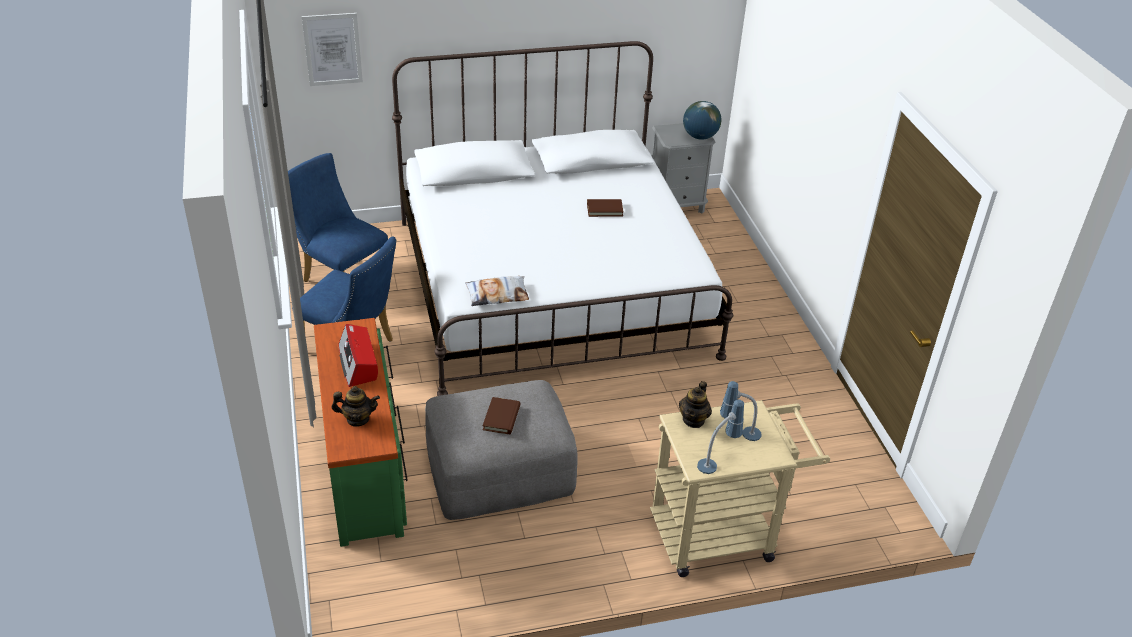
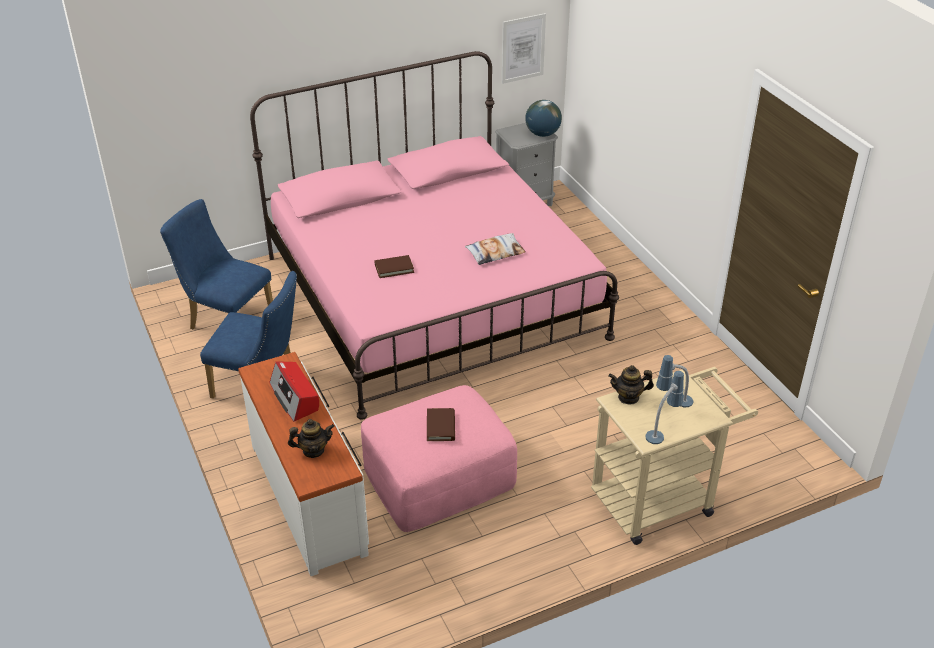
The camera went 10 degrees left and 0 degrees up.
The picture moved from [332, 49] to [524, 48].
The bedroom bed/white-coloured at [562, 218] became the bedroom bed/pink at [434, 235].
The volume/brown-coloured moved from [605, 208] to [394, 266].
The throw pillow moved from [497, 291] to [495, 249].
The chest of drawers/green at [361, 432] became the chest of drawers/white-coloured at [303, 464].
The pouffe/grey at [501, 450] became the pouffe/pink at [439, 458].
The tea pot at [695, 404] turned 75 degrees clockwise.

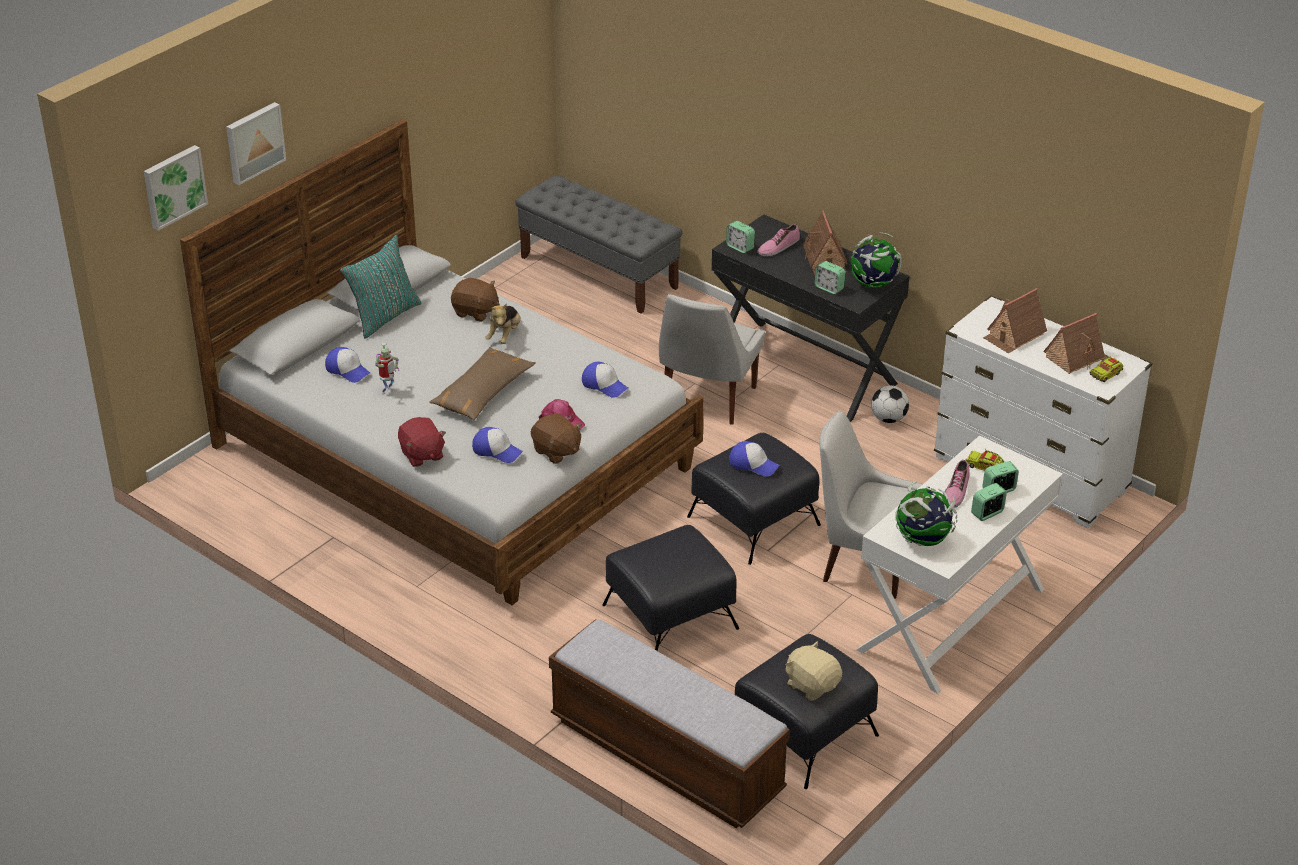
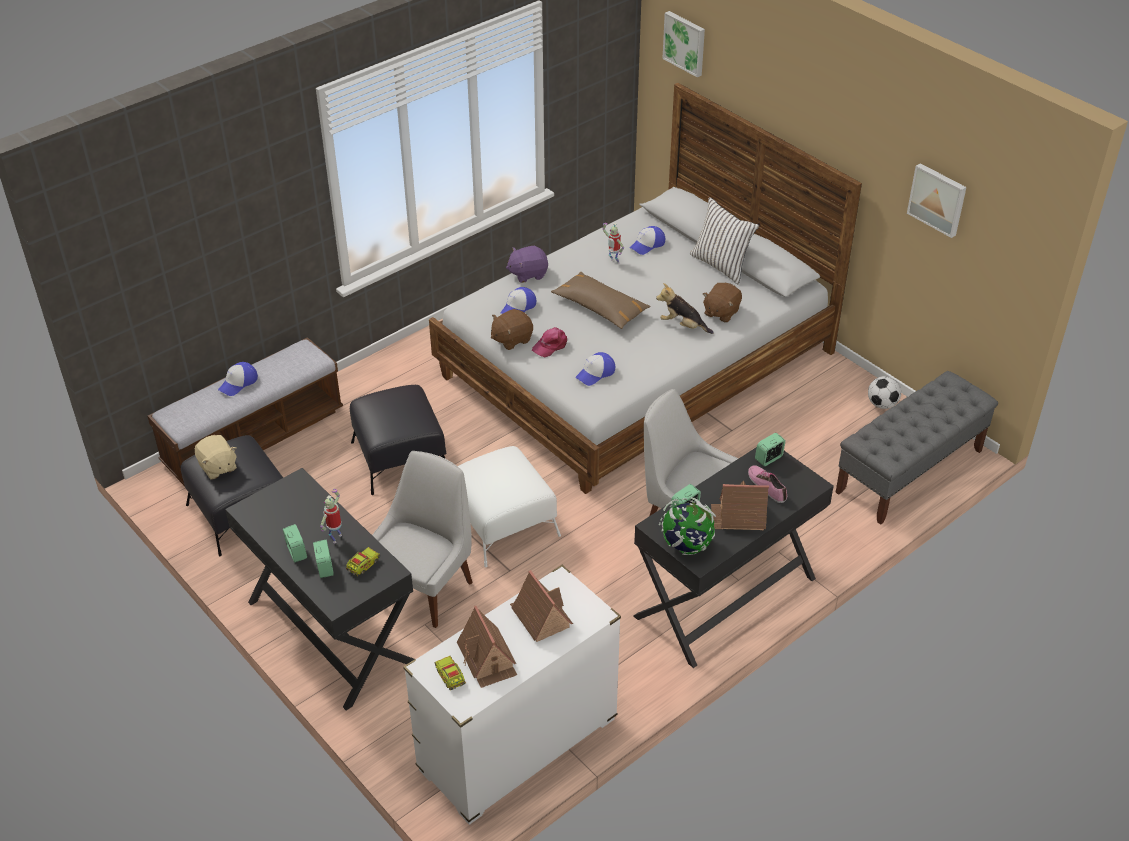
The camera went 100 degrees right and 5 degrees up.
The picture moved from [256, 143] to [936, 200].
The throw pillow/turquoise at [381, 287] became the throw pillow/white-coloured at [724, 241].
The football ball moved from [890, 404] to [884, 392].
The soft toy/red-coloured at [422, 442] became the soft toy/purplish at [527, 264].
The pouffe/blackish at [754, 499] became the pouffe/white-coloured at [509, 507].
The desk table/white-coloured at [959, 564] became the desk table/blackish at [319, 589].
The peaked cap moved from [754, 459] to [238, 379].
The low shoe at [956, 484] was replaced by the toy robot at [331, 516].
The desk globe at [926, 513] disappeared.
The soft toy/sand-coloured at [814, 671] turned 90 degrees clockwise.

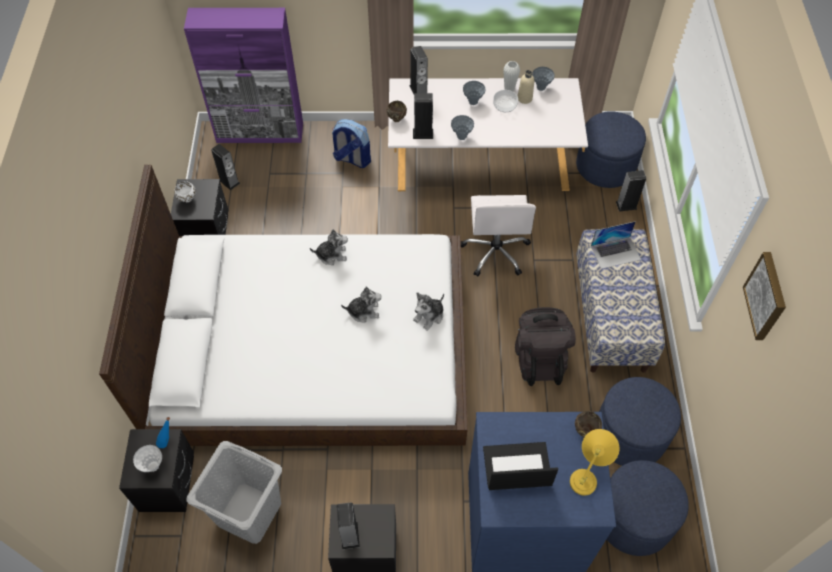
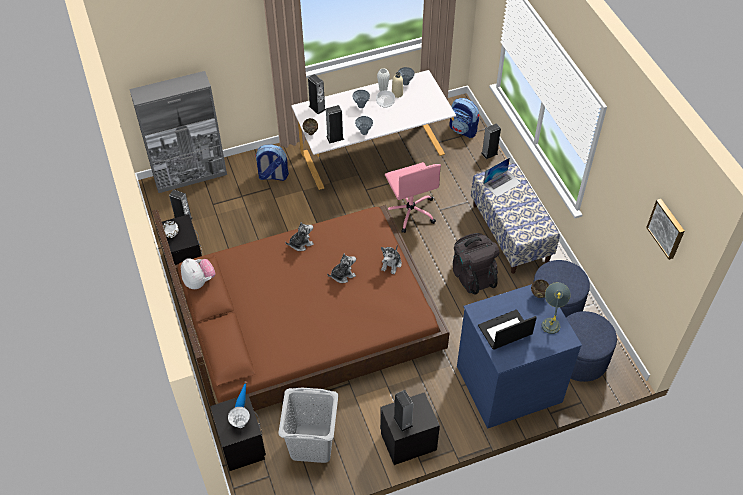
The camera went 20 degrees left and 5 degrees down.
The storage cabinet/purplish at [243, 75] became the storage cabinet/grey at [178, 132].
The pouffe/blue-coloured at [611, 149] was replaced by the knapsack at [464, 118].
The bedroom bed/white-coloured at [283, 305] became the bedroom bed/brown-coloured at [301, 313].
The office chair/white-coloured at [498, 236] became the office chair/pink at [413, 197].
The picture moved from [764, 296] to [665, 229].
The table lamp/yellowish at [595, 462] became the table lamp/grey at [556, 308].
The soft toy at [198, 274] appeared.

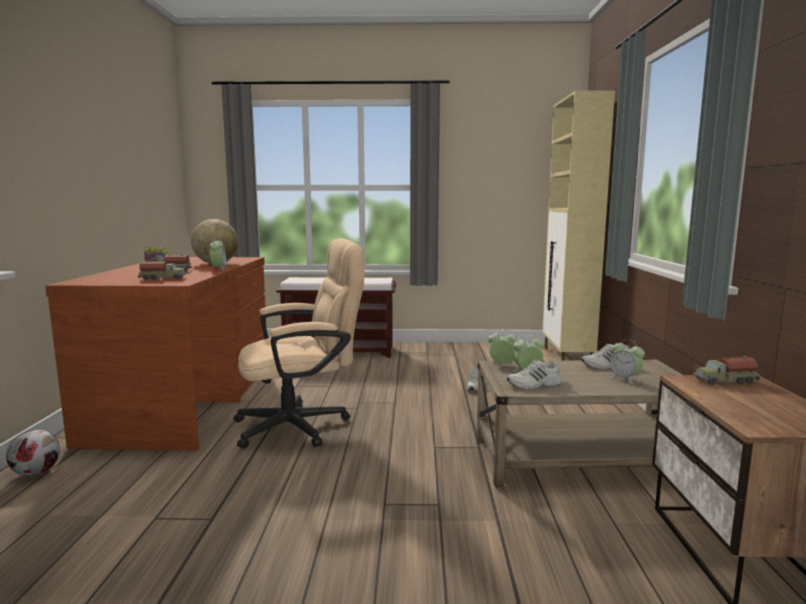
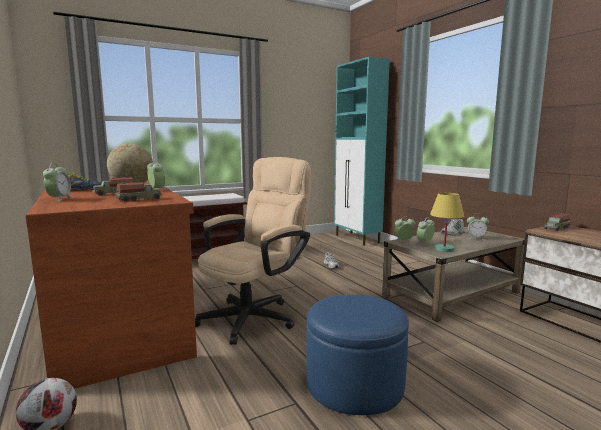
The camera went 30 degrees left and 0 degrees up.
The storage cabinet/sand-coloured at [578, 225] became the storage cabinet/turquoise at [362, 151].
The low shoe/white-coloured at [534, 374] was replaced by the table lamp/yellowish at [447, 222].
The table clock at [58, 182] appeared.
The pouffe/blue-coloured at [357, 355] appeared.

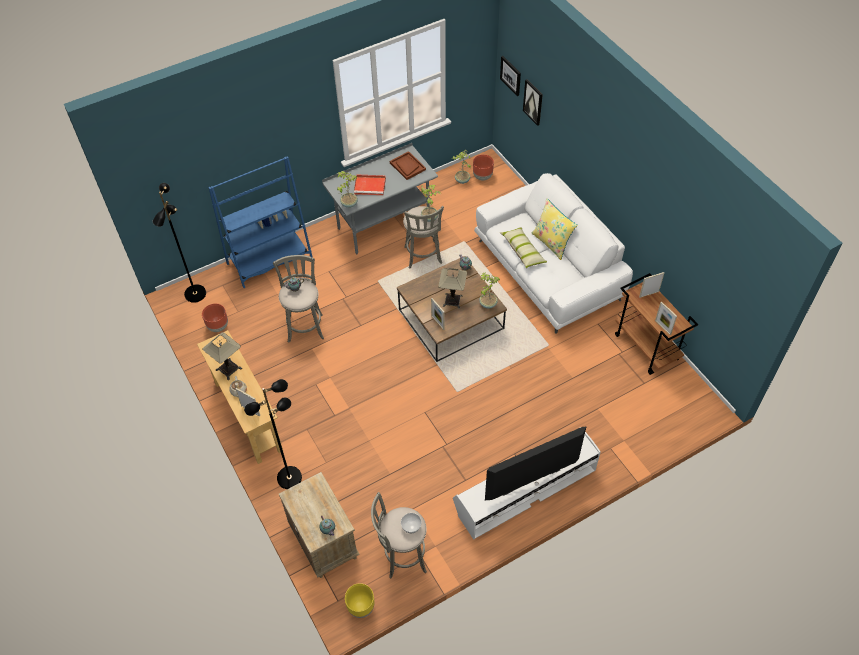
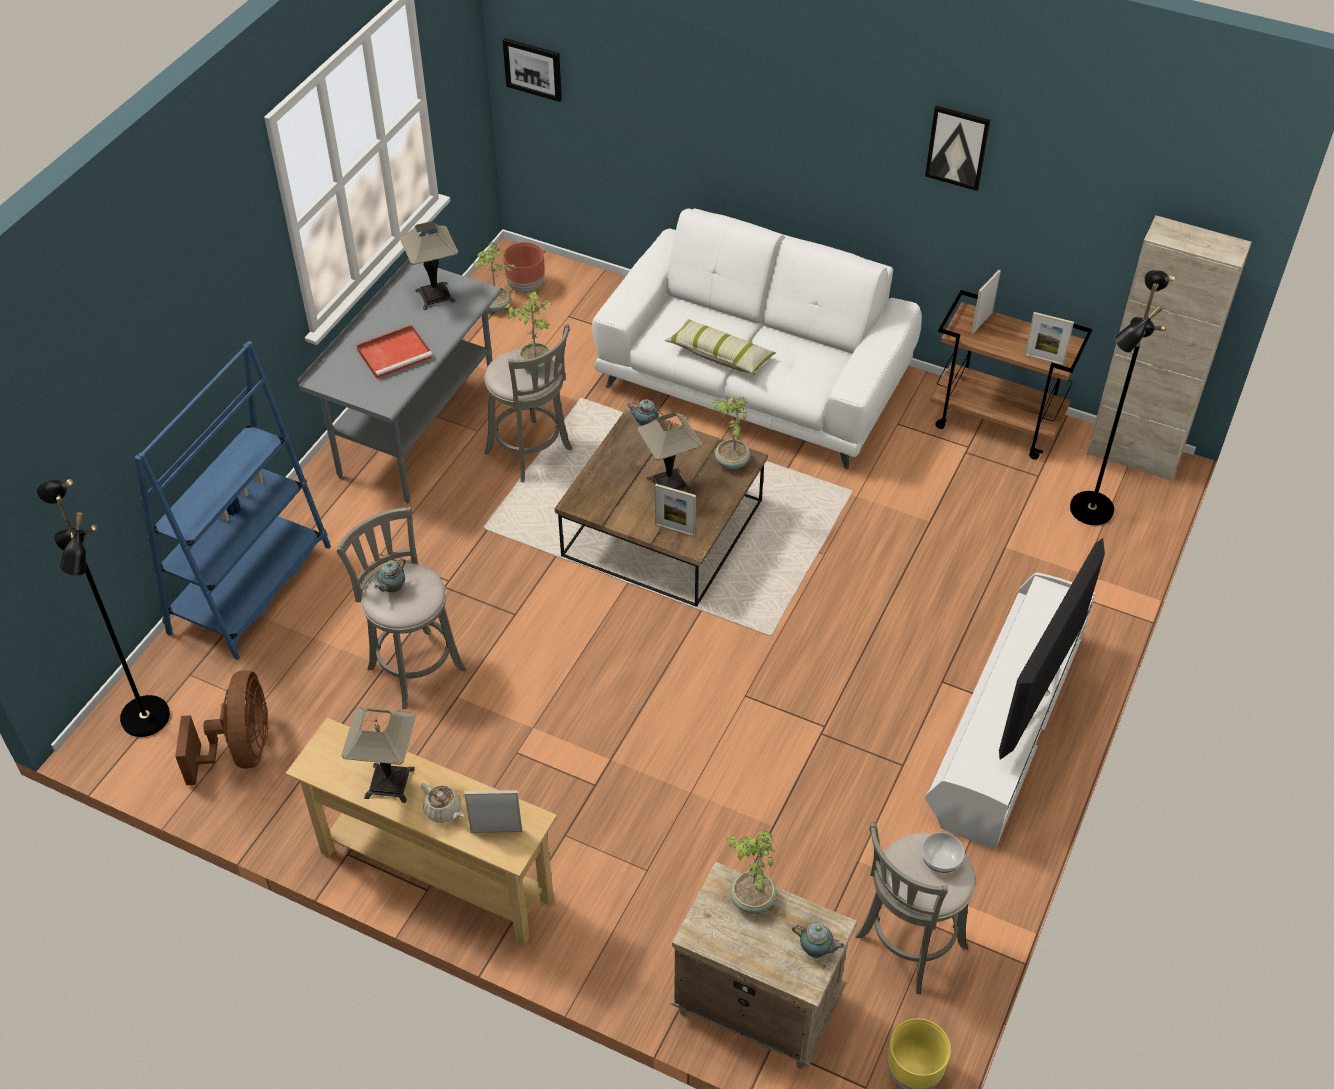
The camera went 35 degrees left and 5 degrees down.
The picture moved from [533, 102] to [958, 148].
The carrying tray/brown-coloured at [408, 165] was replaced by the table lamp at [428, 265].
The plant in a pot moved from [347, 189] to [752, 872].
The throw pillow/yellowish at [555, 229] disappeared.
The flower pot/brown-coloured at [215, 317] was replaced by the cooling fan/brown-coloured at [221, 727].
The standing lamp/blackish moved from [273, 434] to [1122, 397].
The storage cabinet/sand-coloured at [1169, 348] appeared.

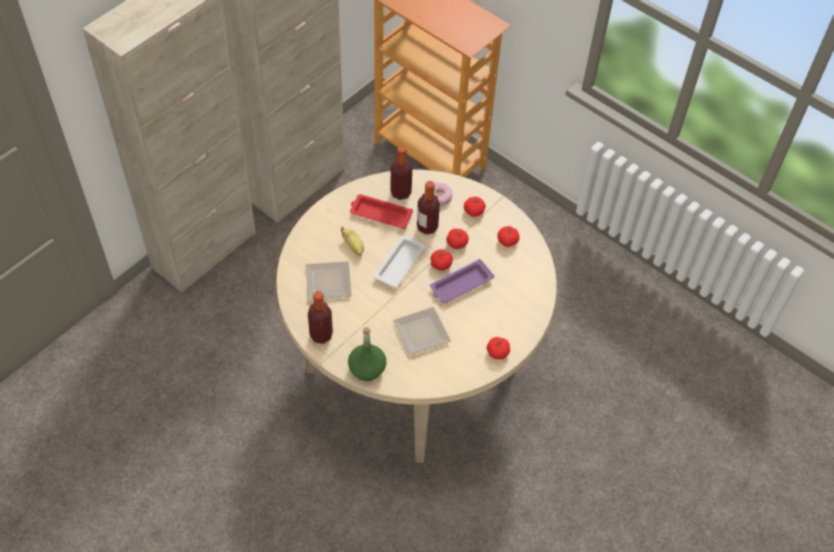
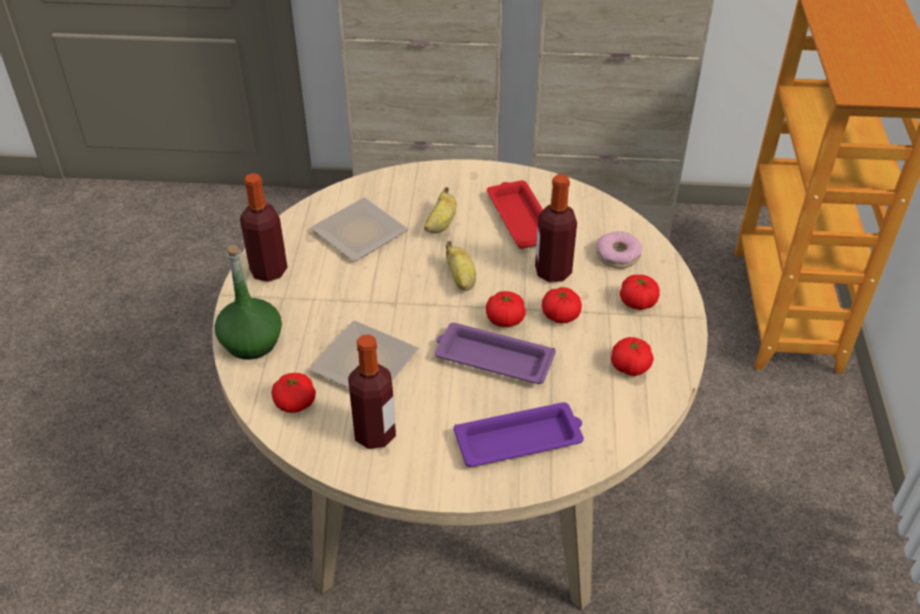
The camera went 55 degrees right and 10 degrees down.
The beverage bottle moved from [401, 173] to [372, 391].
The carrying tray/white-coloured at [399, 262] was replaced by the banana at [461, 266].
The fresh tomato moved from [498, 348] to [293, 393].
The carrying tray/purplish at [518, 434] appeared.

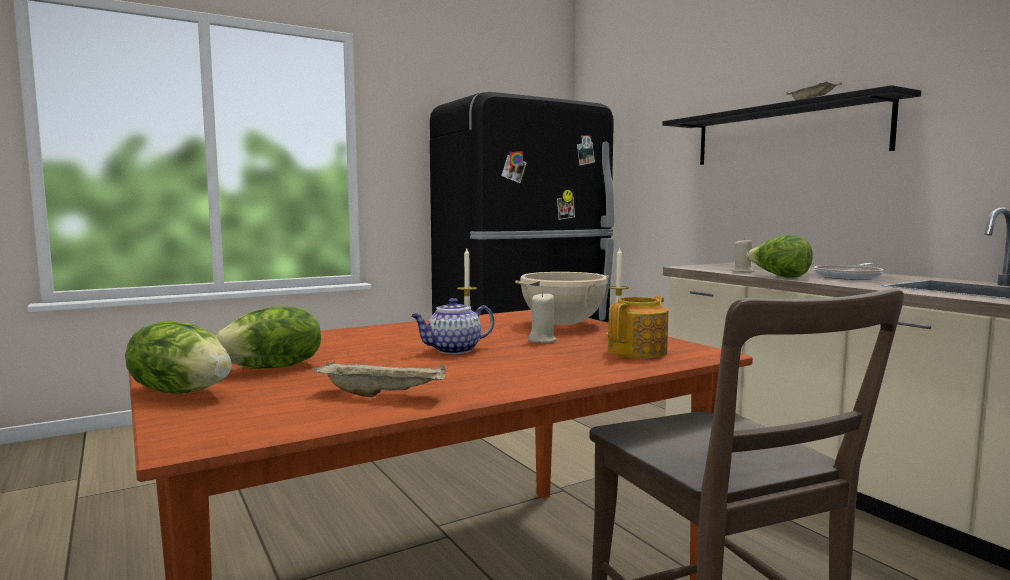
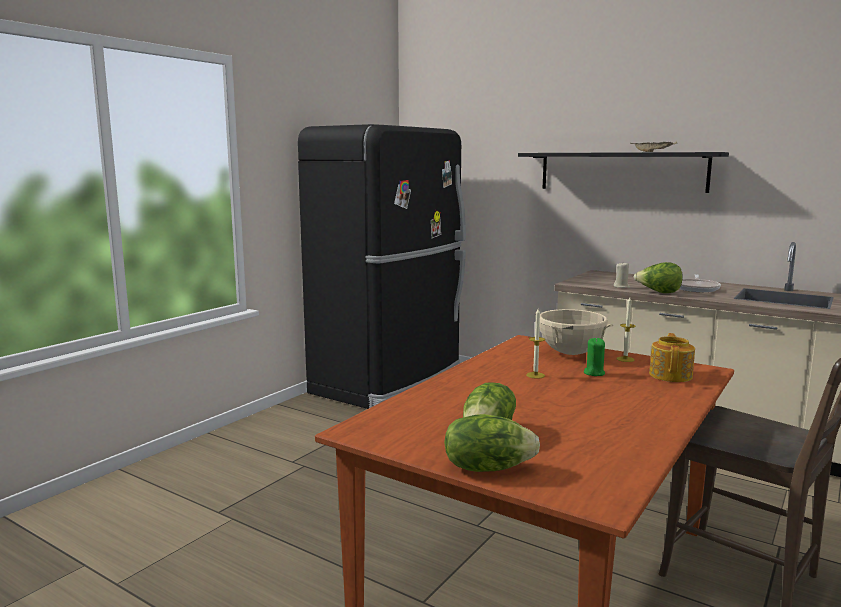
The camera went 25 degrees left and 5 degrees up.
The wax candle/sand-coloured at [542, 317] became the wax candle/green at [594, 357].
The tea pot at [453, 326] disappeared.
The carrying tray/sand-coloured at [379, 379] disappeared.

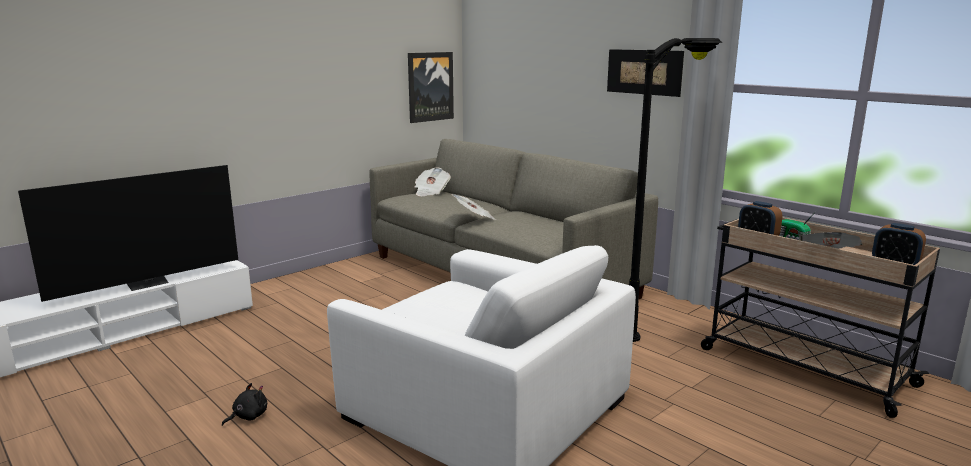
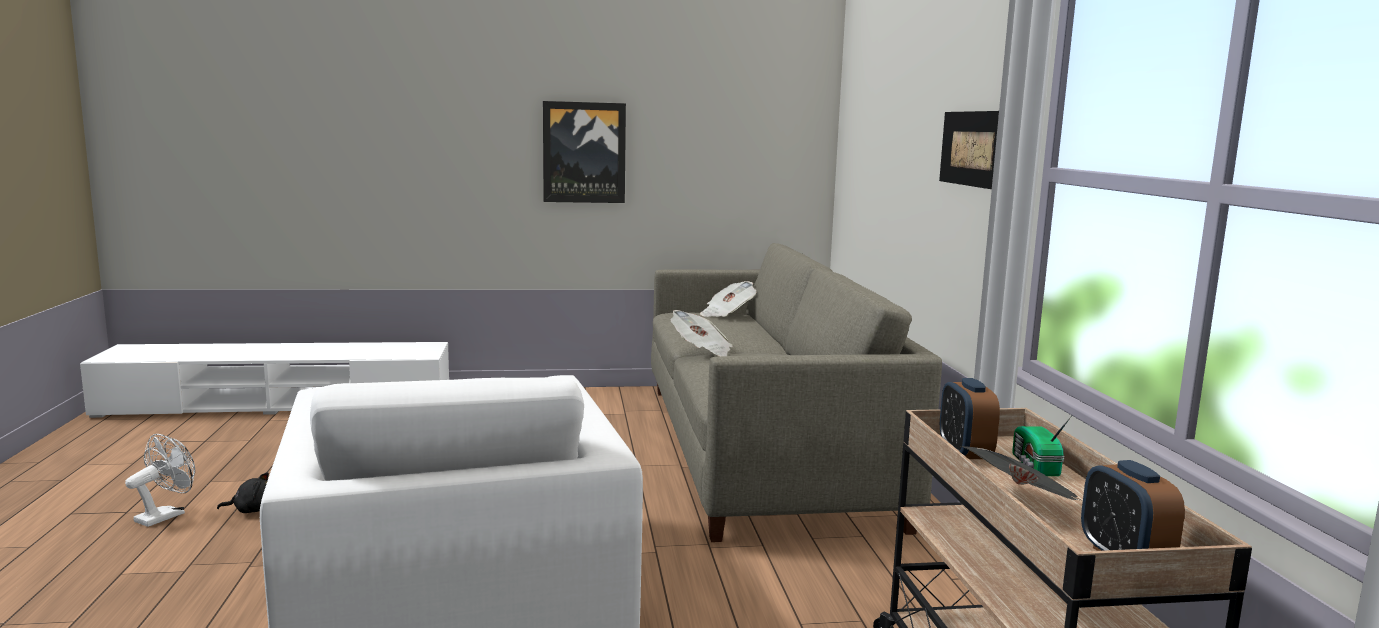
The camera went 35 degrees right and 5 degrees down.
The standing lamp/blackish at [675, 190] disappeared.
The picture moved from [431, 87] to [584, 152].
The TV at [128, 233] disappeared.
The cooling fan/white-coloured at [160, 480] appeared.

